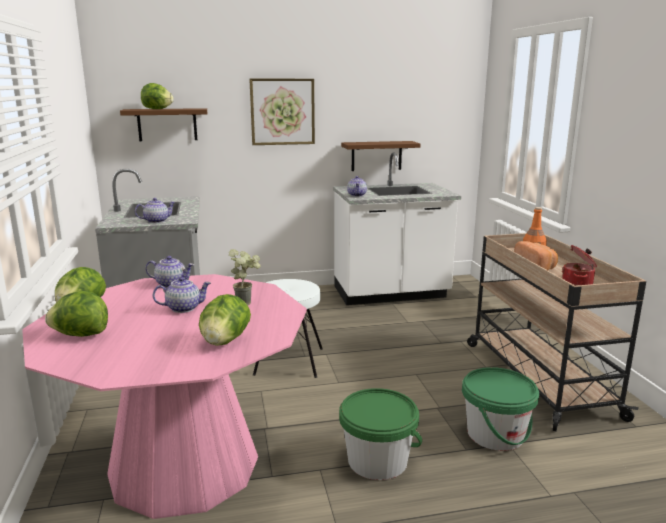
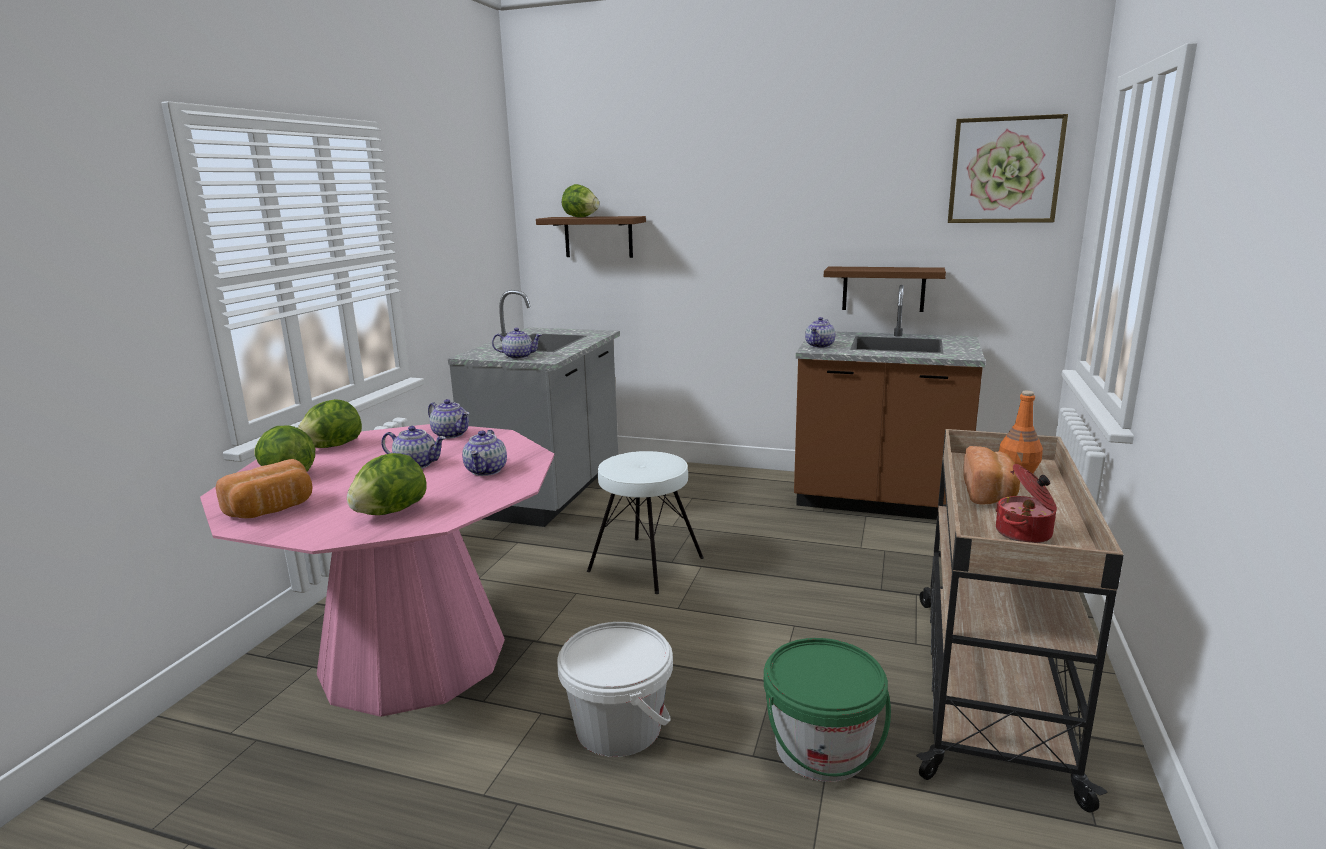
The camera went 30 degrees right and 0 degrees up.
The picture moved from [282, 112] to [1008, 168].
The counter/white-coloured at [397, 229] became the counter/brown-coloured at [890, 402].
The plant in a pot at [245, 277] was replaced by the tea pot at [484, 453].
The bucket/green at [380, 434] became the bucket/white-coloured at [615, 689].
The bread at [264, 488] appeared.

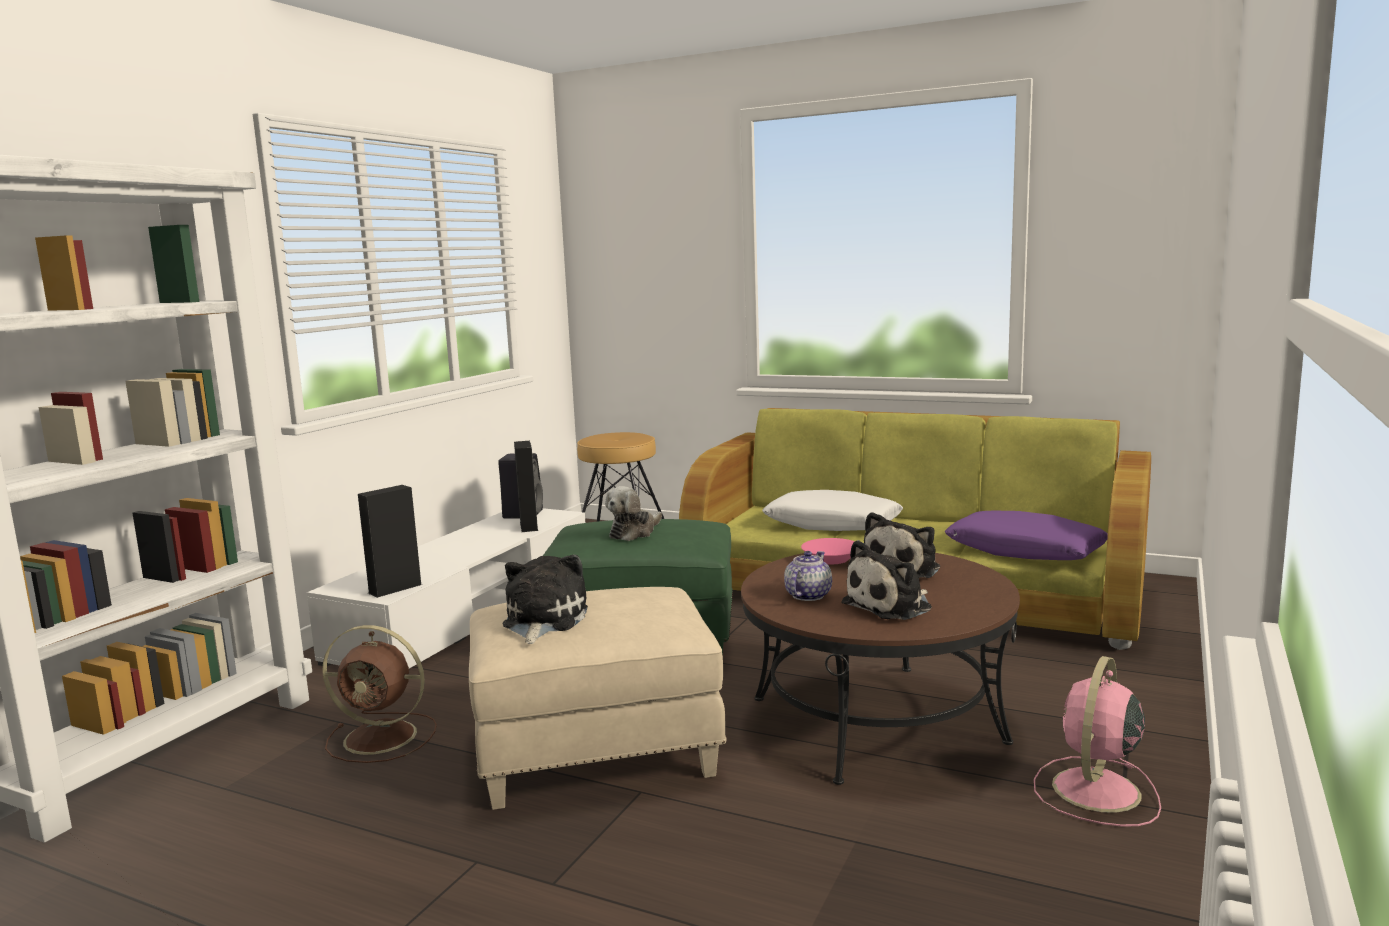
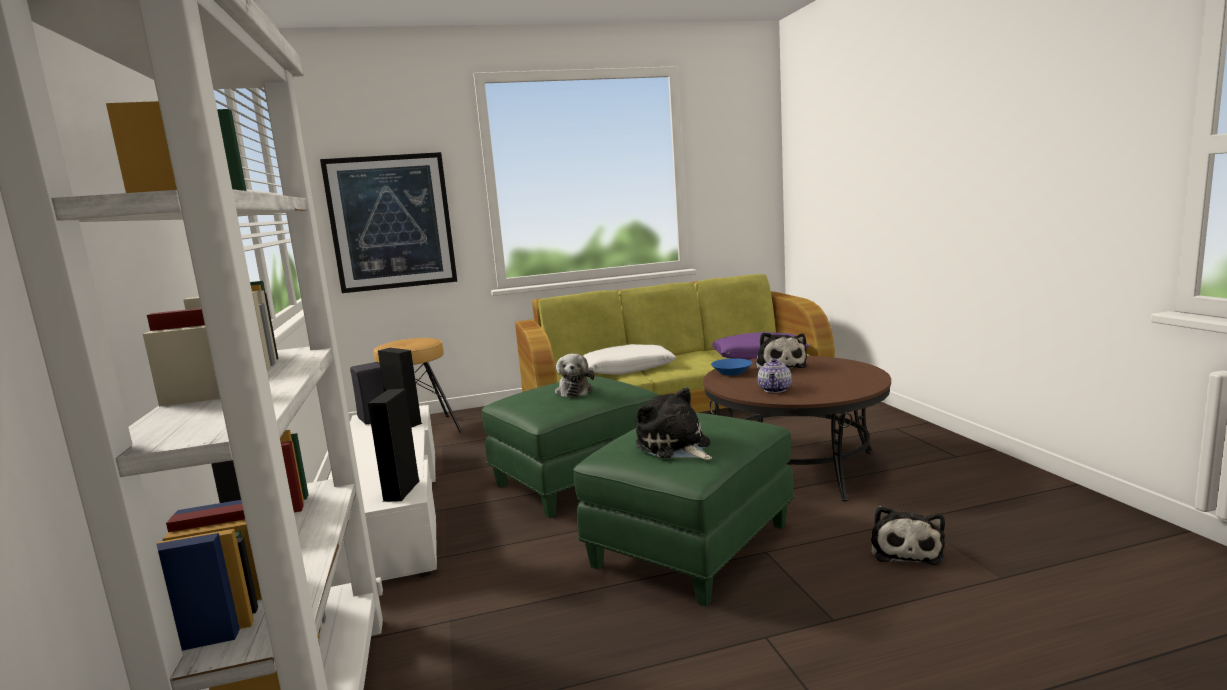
The camera went 40 degrees left and 0 degrees up.
The bowl/pink at [828, 551] became the bowl/blue-coloured at [732, 366].
The soft toy moved from [886, 580] to [908, 535].
The tea pot at [808, 576] turned 150 degrees counterclockwise.
The pouffe/sand-coloured at [598, 698] became the pouffe/green at [683, 509].
The cooling fan/brown-coloured at [379, 694] disappeared.
The cooling fan/pink at [1097, 741] disappeared.
The picture at [388, 222] appeared.

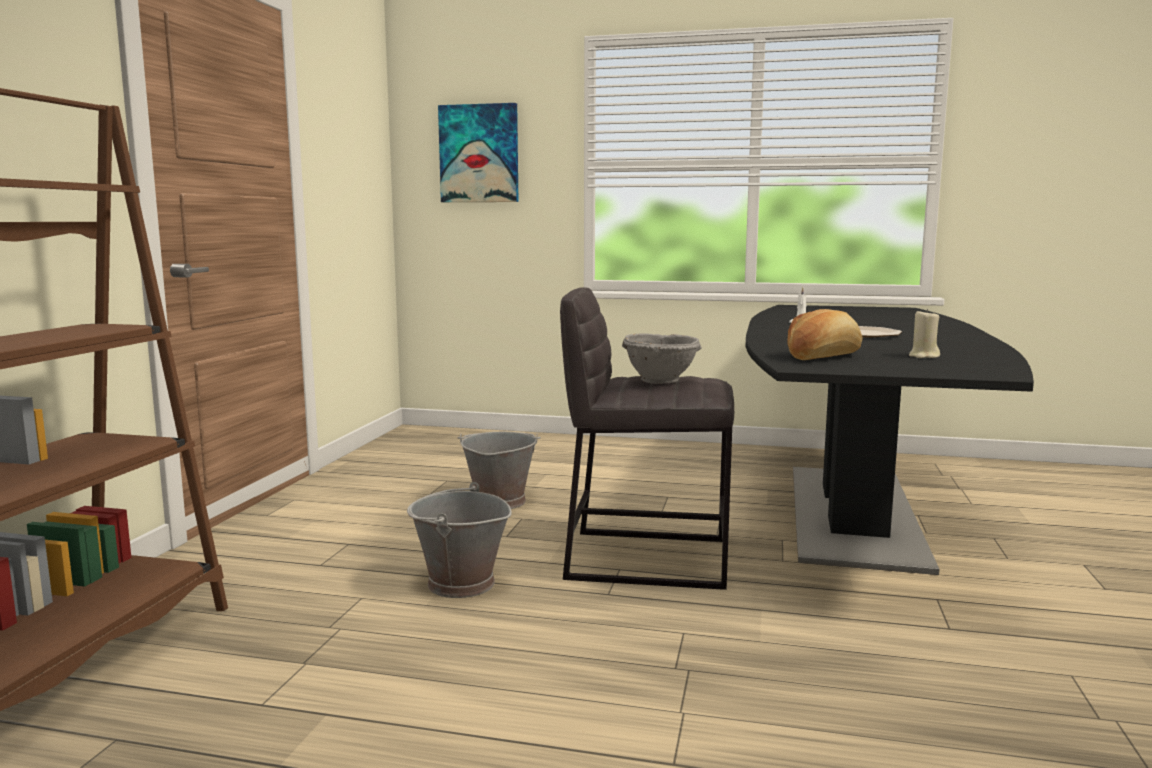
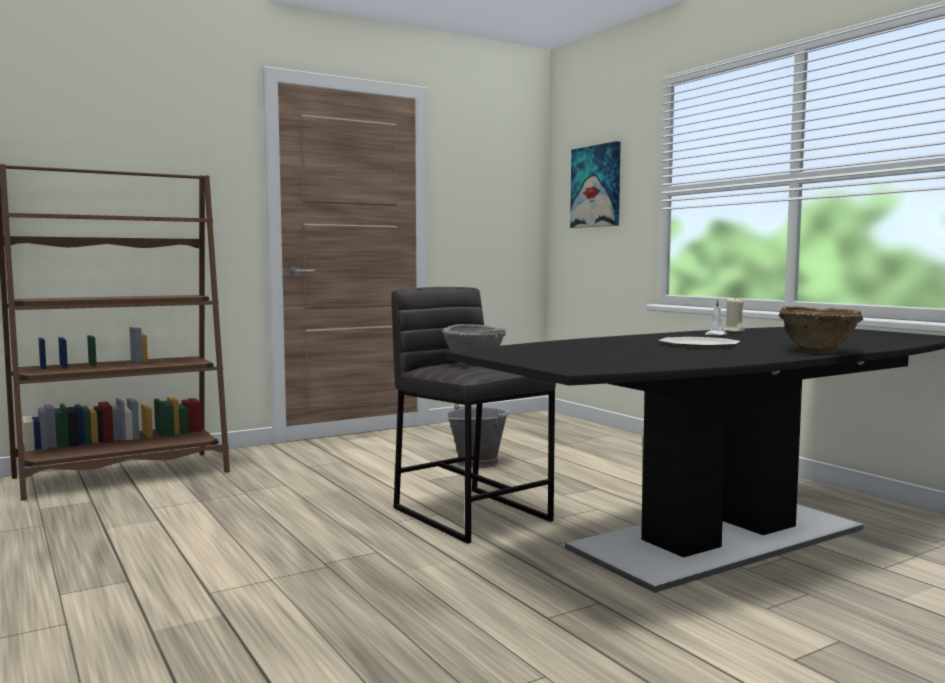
The camera went 45 degrees right and 5 degrees down.
The bread at [825, 334] disappeared.
The wax candle/sand-coloured moved from [924, 333] to [734, 315].
The bucket/grey at [459, 540] disappeared.
The bowl/brown-coloured at [821, 329] appeared.

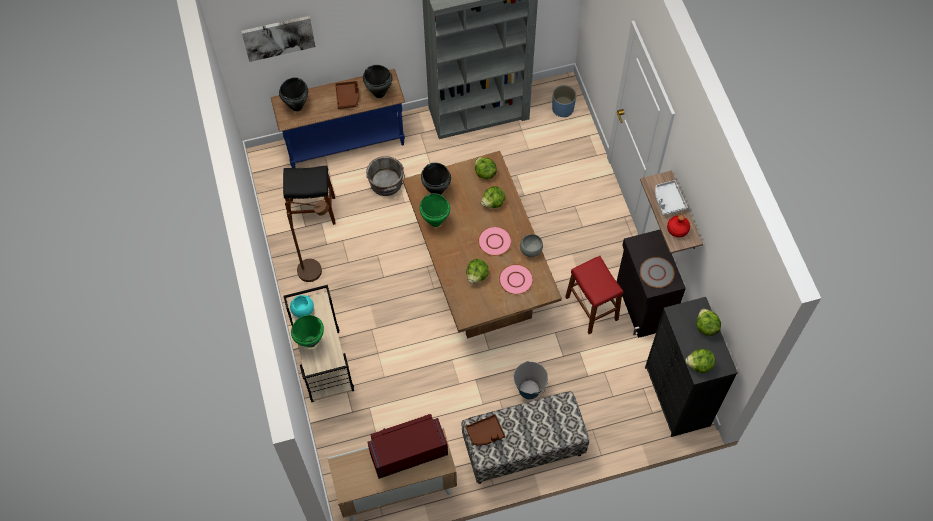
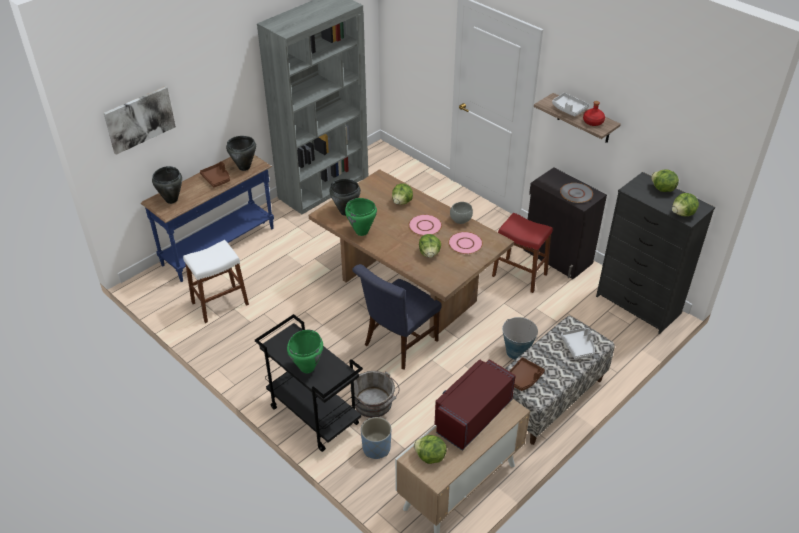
The camera went 30 degrees left and 20 degrees down.
The flower pot/blue-coloured moved from [564, 101] to [376, 438].
The bucket/grey moved from [385, 176] to [377, 394].
The lettuce moved from [486, 168] to [430, 449].
The stool seat/blackish at [309, 195] became the stool seat/white-coloured at [216, 281].
The standing lamp/brown-coloured at [307, 241] disappeared.
The cart/sand-coloured at [319, 343] became the cart/blackish at [309, 383].
The bowl/turquoise at [302, 306] disappeared.
The plain chair/blue-coloured at [397, 317] appeared.
The carrying tray/grey at [578, 344] appeared.

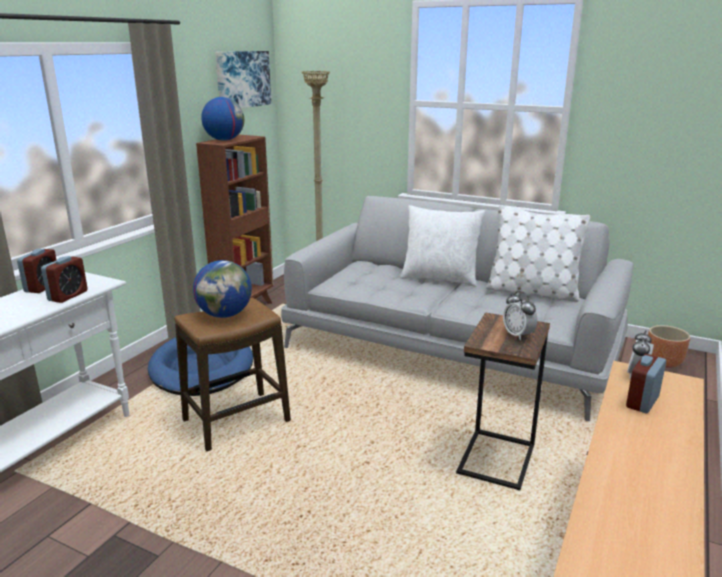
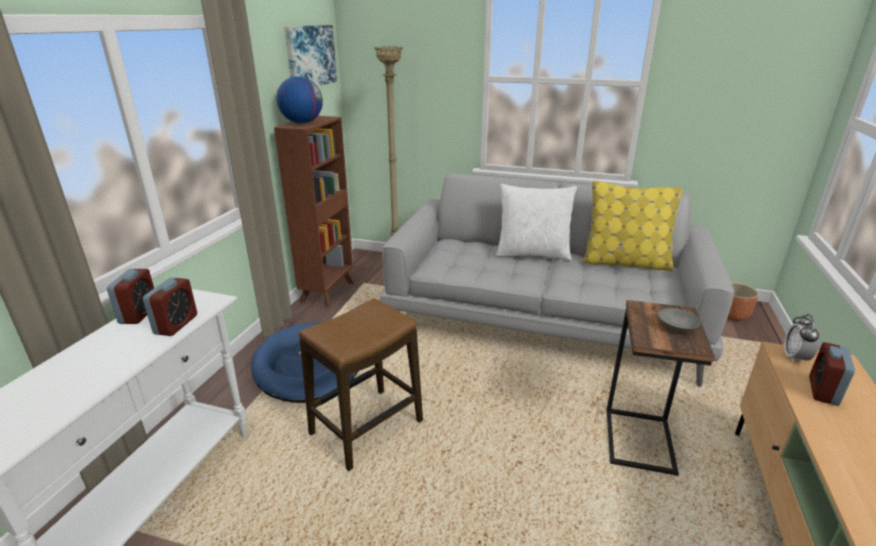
The camera went 10 degrees left and 5 degrees up.
The throw pillow/white-coloured at [538, 253] became the throw pillow/yellowish at [633, 226].
The desk globe at [222, 289] disappeared.
The table clock at [520, 315] was replaced by the bowl/grey at [679, 320].

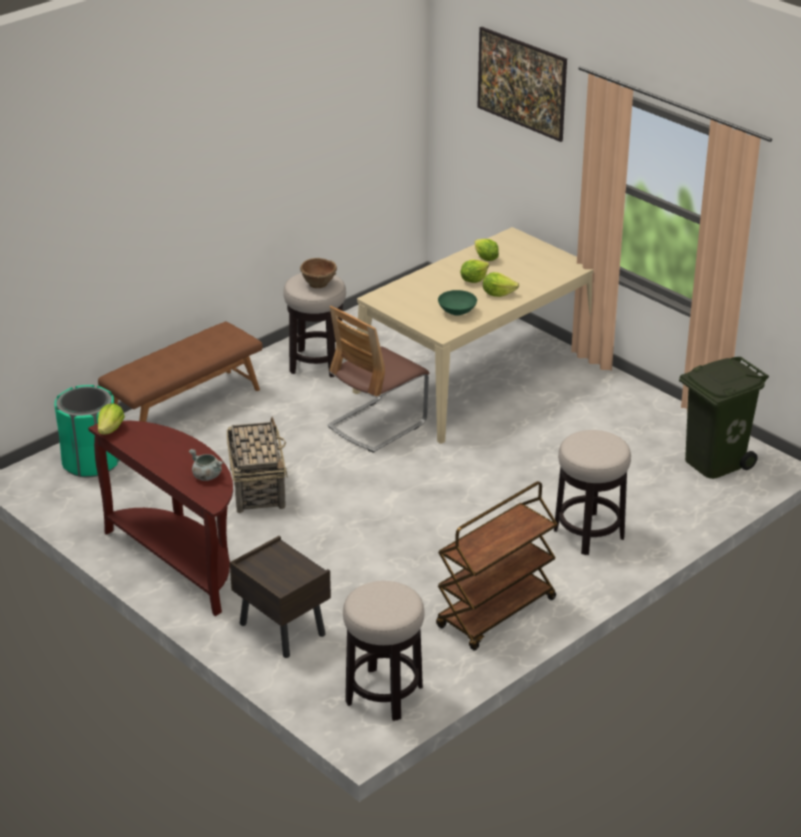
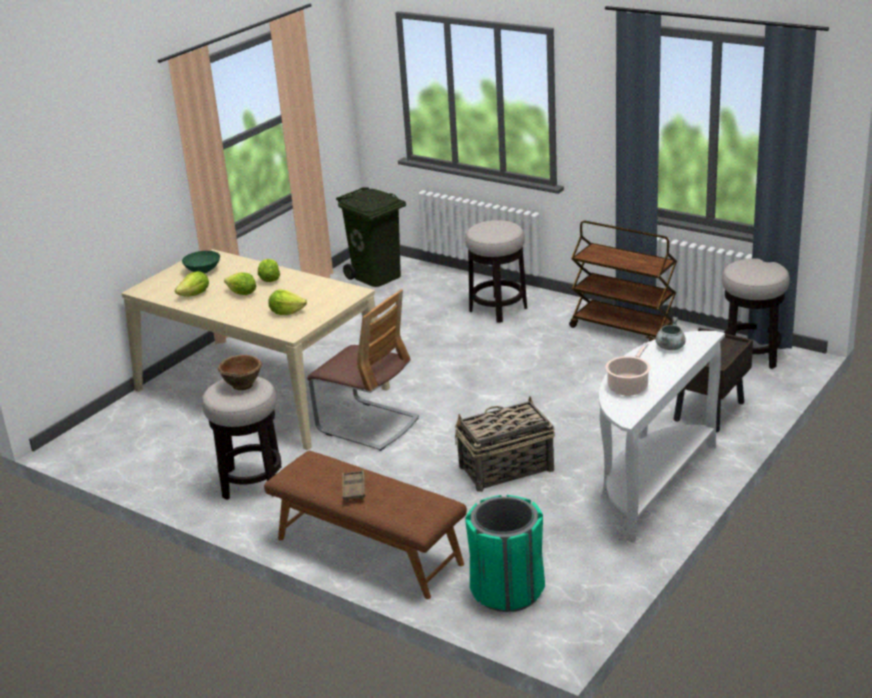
The camera went 100 degrees left and 5 degrees down.
The picture at [522, 84] disappeared.
The bowl/green moved from [457, 303] to [201, 262].
The lettuce moved from [111, 419] to [287, 302].
The hall table/brown-coloured at [160, 518] became the hall table/white-coloured at [662, 437].
The saucepot at [628, 369] appeared.
The carrying tray/brown-coloured at [353, 485] appeared.

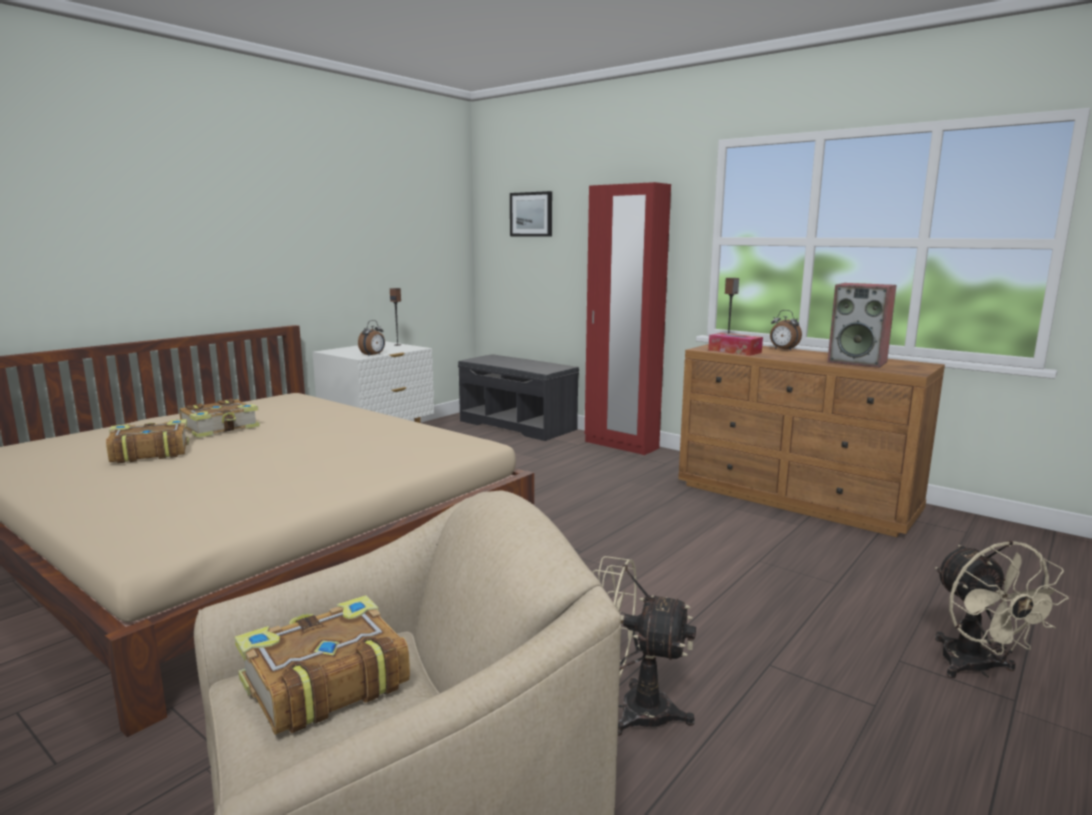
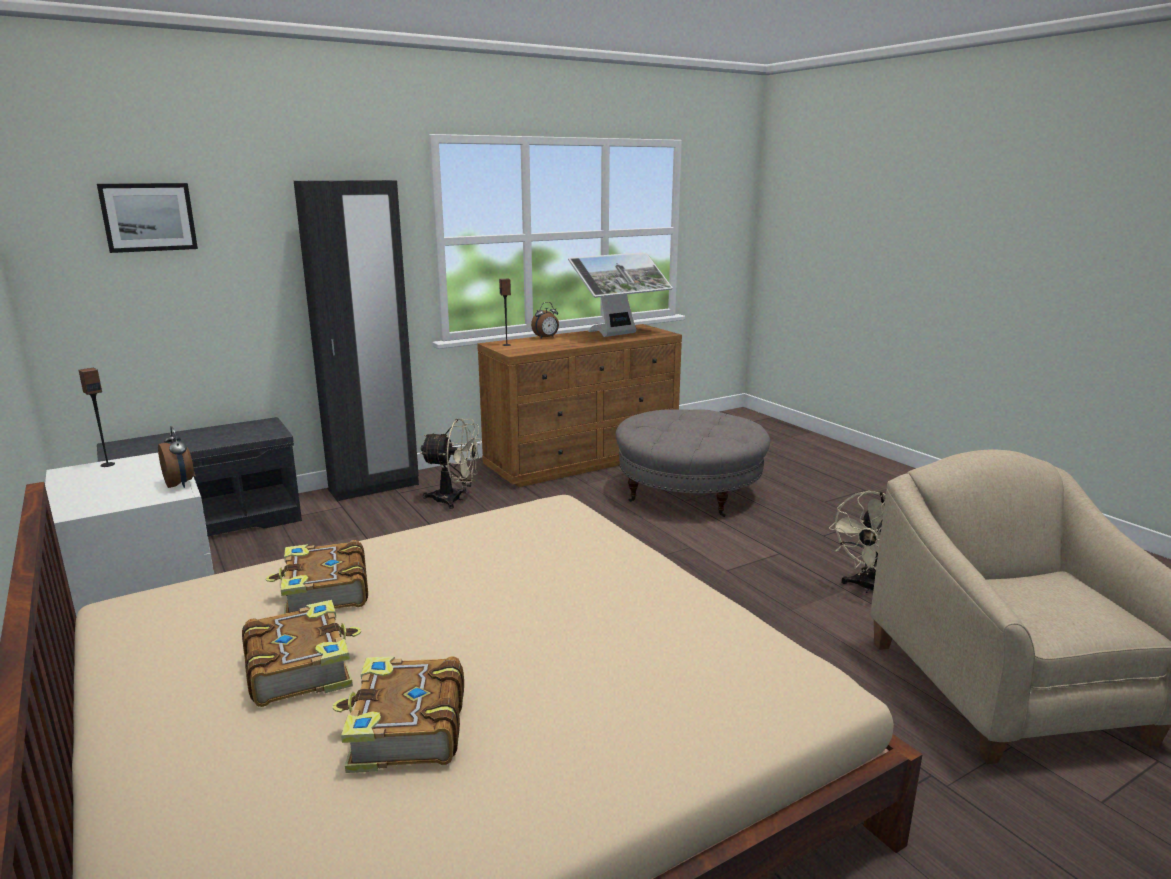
The camera went 70 degrees left and 5 degrees up.
The armoire/red-coloured at [628, 318] became the armoire/blackish at [356, 340].
The speaker at [862, 325] was replaced by the computer screen at [620, 294].
The box of tissues at [735, 344] disappeared.
The cooling fan/sand-coloured moved from [1002, 609] to [451, 463].
The volume moved from [322, 664] to [317, 577].
The pouffe/grey at [693, 463] appeared.

